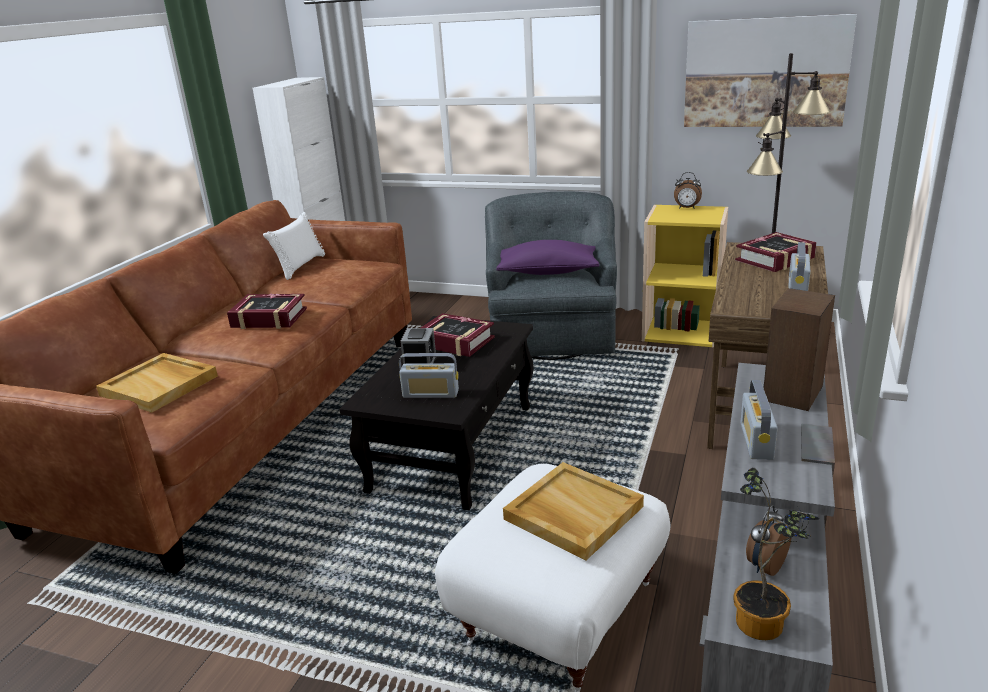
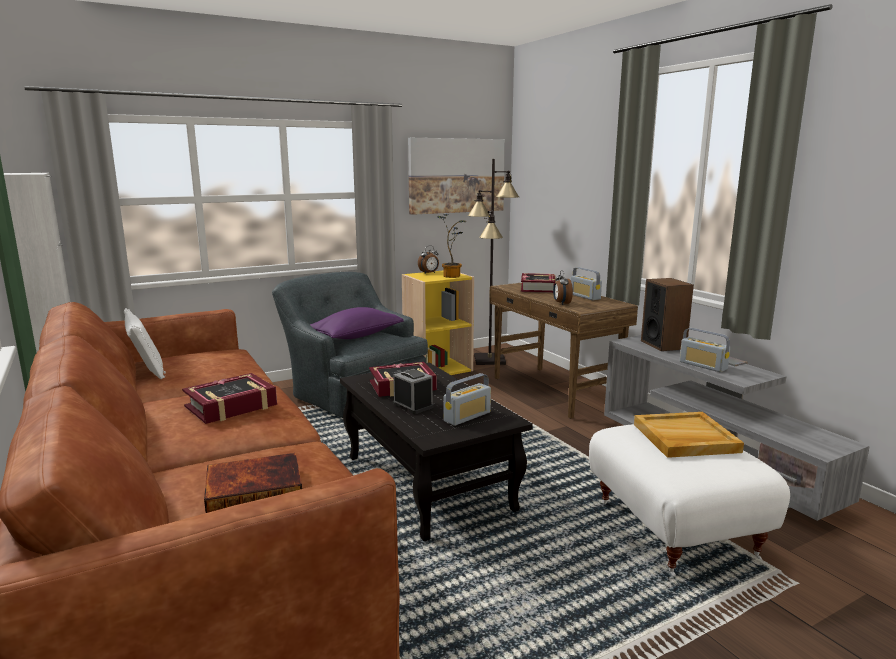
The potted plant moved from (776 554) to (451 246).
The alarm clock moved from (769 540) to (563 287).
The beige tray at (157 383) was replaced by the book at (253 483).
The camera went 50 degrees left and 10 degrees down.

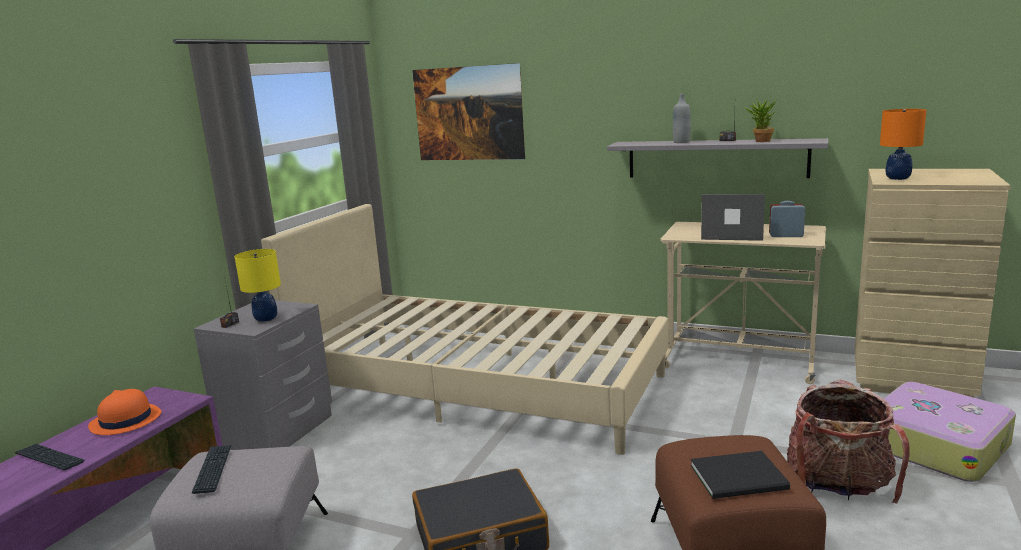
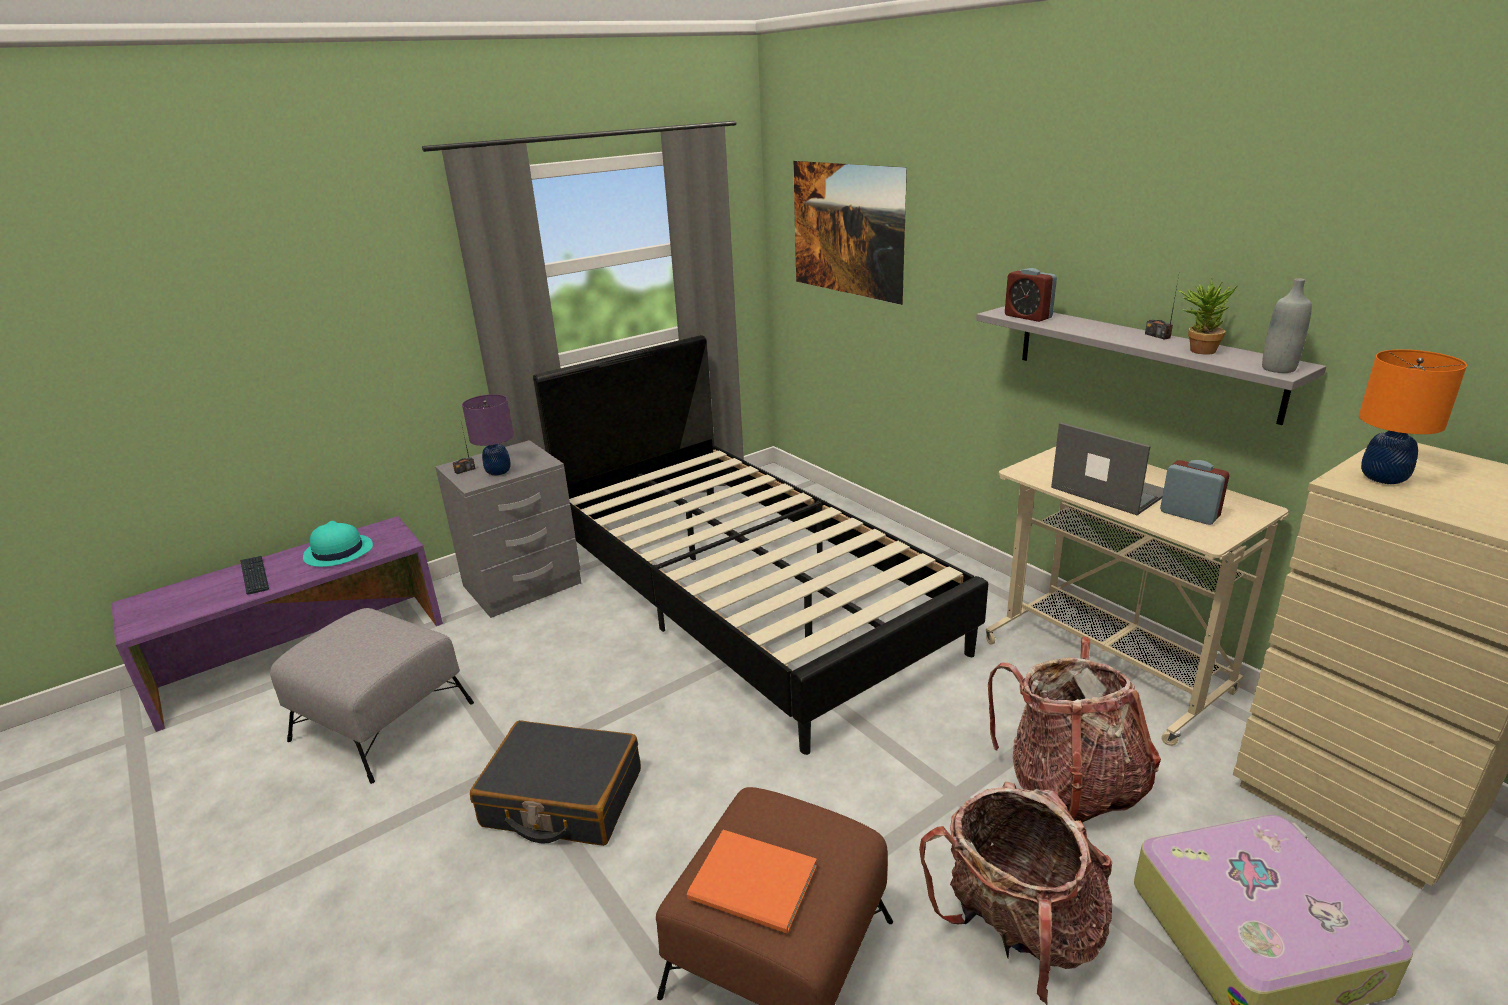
The keyboard at (212 469) disappeared.
The backpack at (1074 730) appeared.
The alarm clock at (1031 295) appeared.
The grey bottle moved from (682 118) to (1287 325).
The orange hat at (125 412) became the turquoise hat at (338 544).
The yellow table lamp at (258 285) became the purple table lamp at (488 435).
The beige bed at (464 329) became the black bed at (760 545).
The black book at (740 475) became the orange book at (752 882).
The camera went 30 degrees right and 10 degrees up.

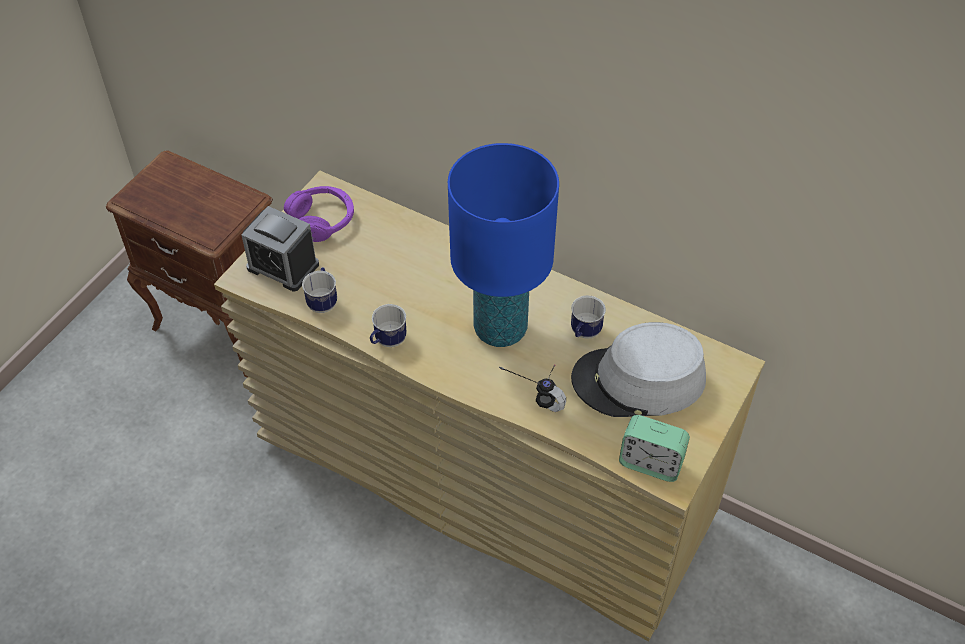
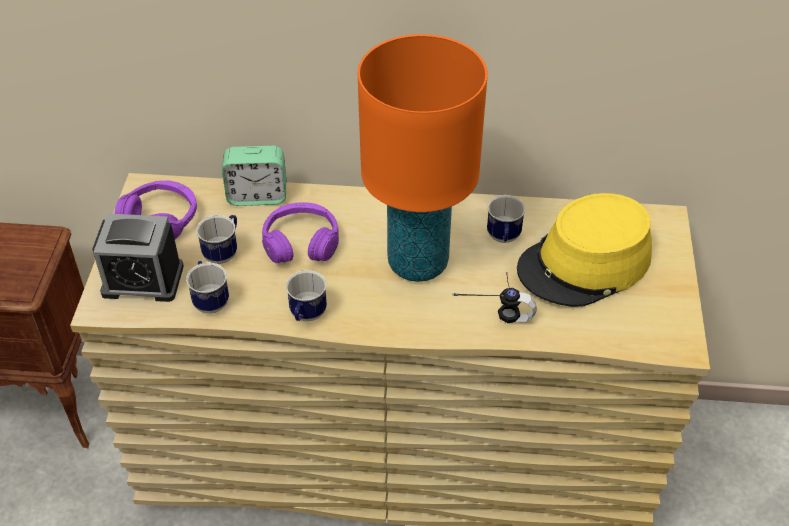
The mug at (216 239) appeared.
The purple headphones at (300 232) appeared.
The alarm clock moved from (654 448) to (254 176).
The blue table lamp at (503 245) became the orange table lamp at (423 158).
The grey hat at (638 369) became the yellow hat at (584 250).
The camera went 25 degrees left and 5 degrees down.

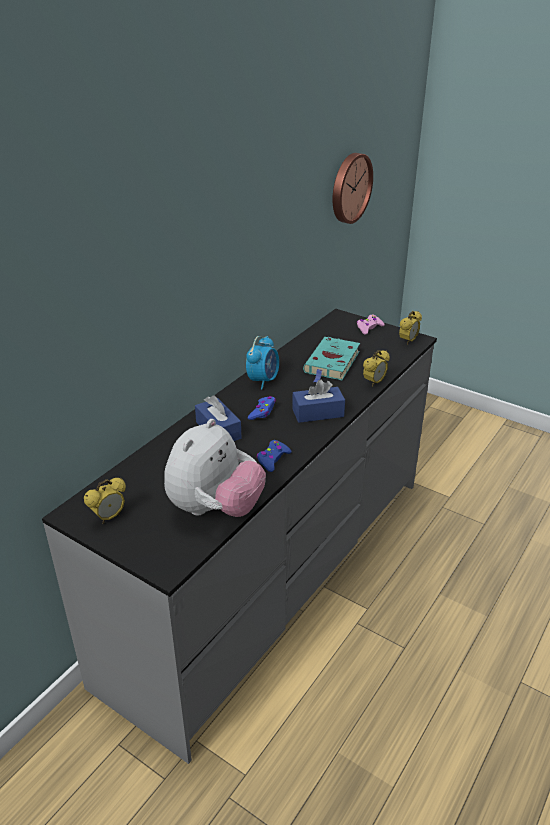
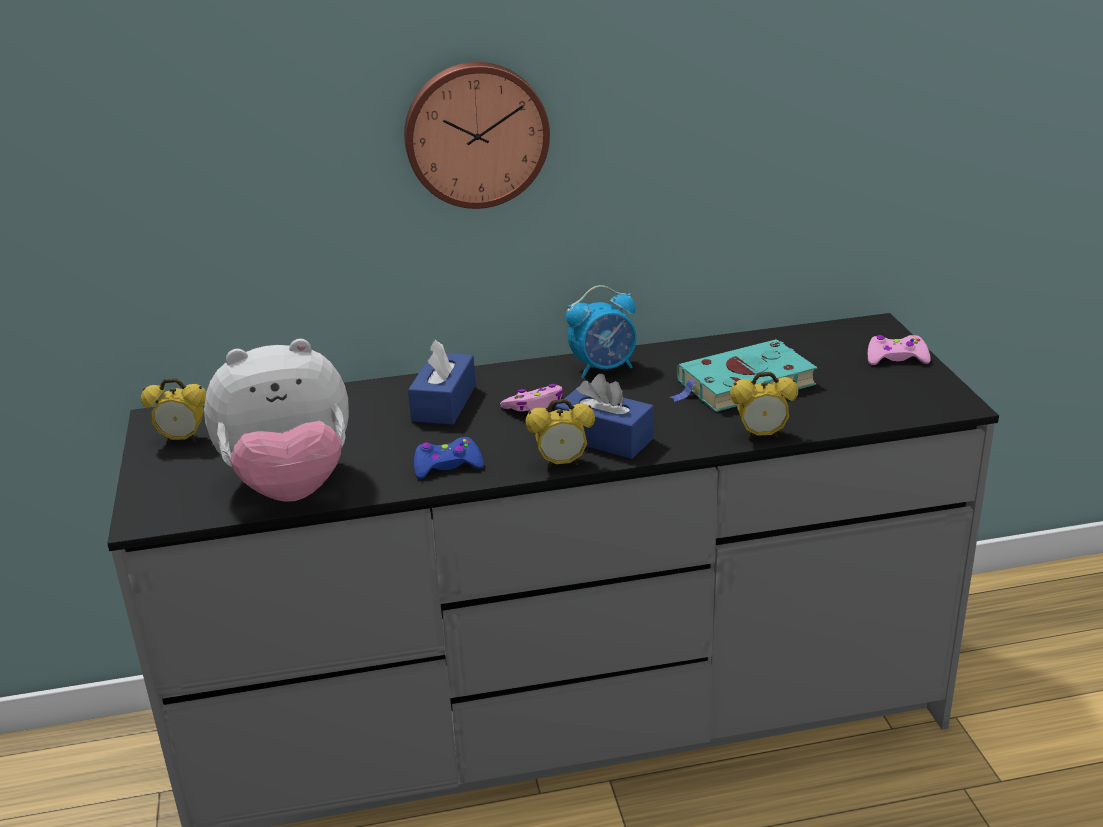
The wall clock moved from (353 188) to (477 135).
The alarm clock moved from (410 328) to (560 433).
The blue game controller at (262 408) became the pink game controller at (531 397).
The camera went 45 degrees right and 5 degrees down.

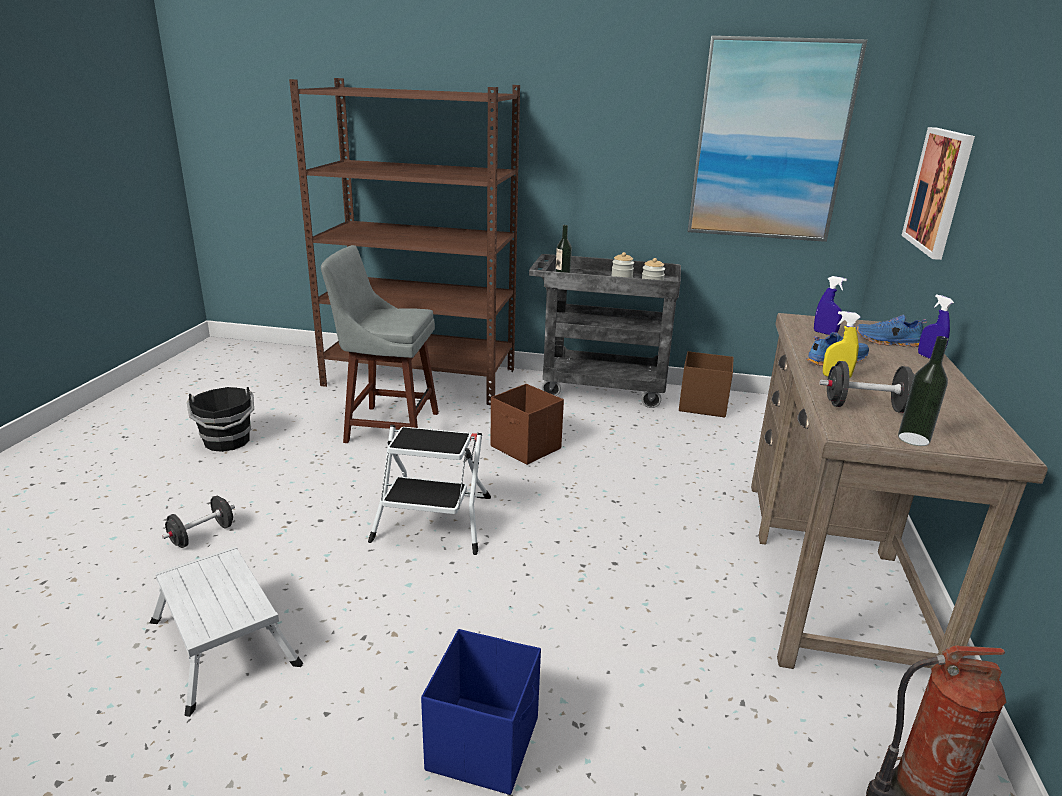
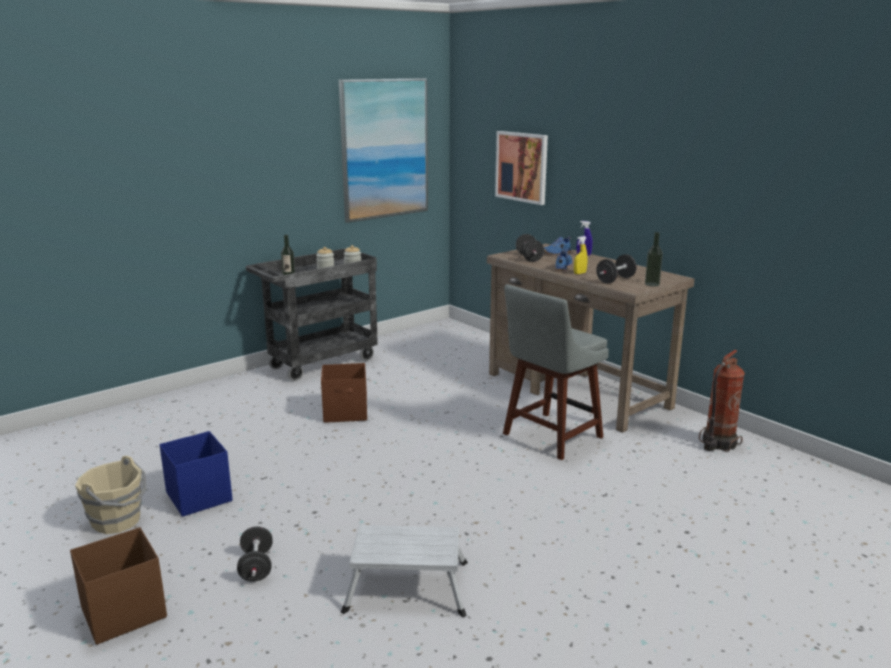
The brown bookcase at (404 241) disappeared.
The step ladder at (429 490) disappeared.
The grey chair moved from (380 344) to (556 372).
The blue storage box moved from (481 712) to (195 474).
The brown storage box moved from (706 384) to (118 586).
The blue spray bottle at (830 305) was replaced by the black dumbbell at (530 248).
The black bucket at (220 419) became the beige bucket at (110 495).
The camera went 50 degrees left and 5 degrees down.

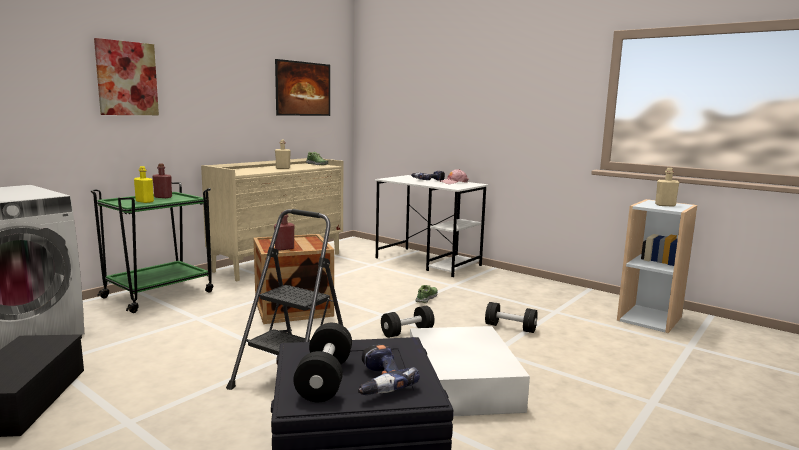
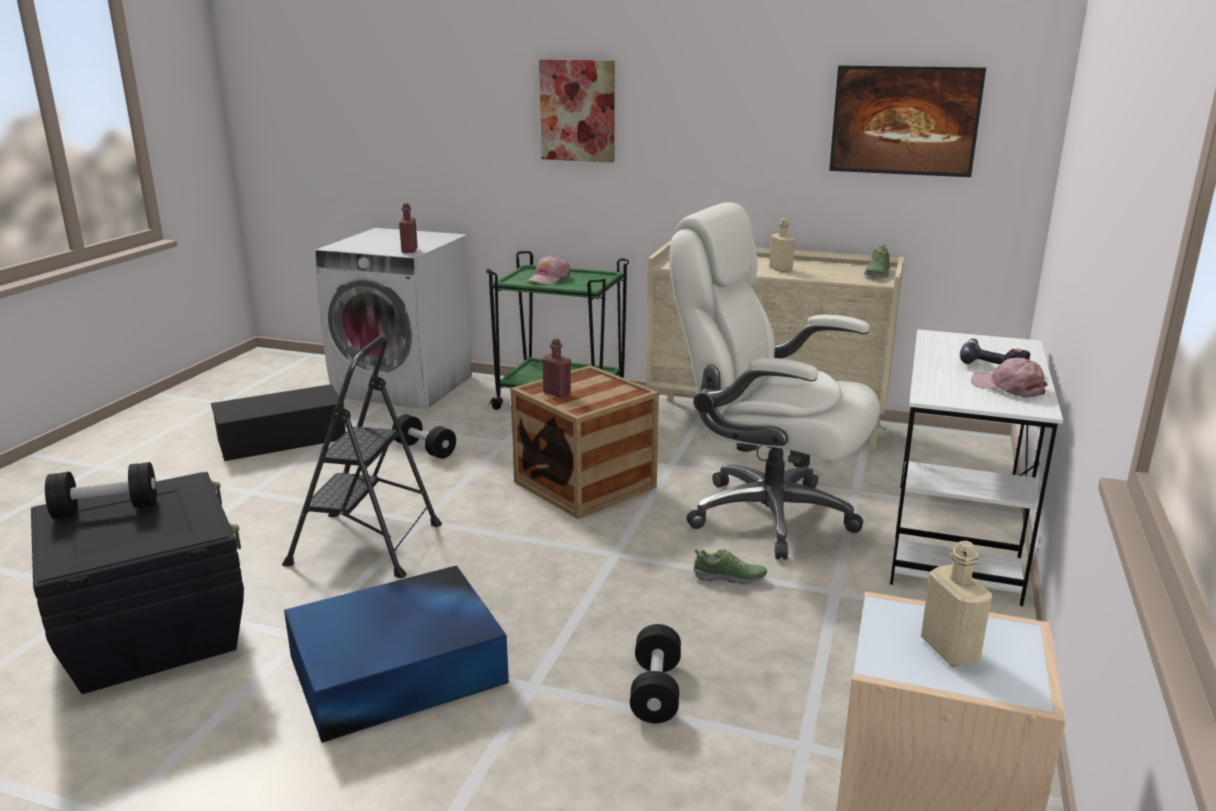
The power drill at (389 369) disappeared.
The white office chair at (774 381) appeared.
The red bottle moved from (162 180) to (408 228).
The black dumbbell moved from (408 322) to (424 436).
The yellow bottle at (144 184) was replaced by the pink cap at (549 270).
The white storage box at (470 371) became the blue storage box at (396 654).
The camera went 70 degrees right and 10 degrees up.

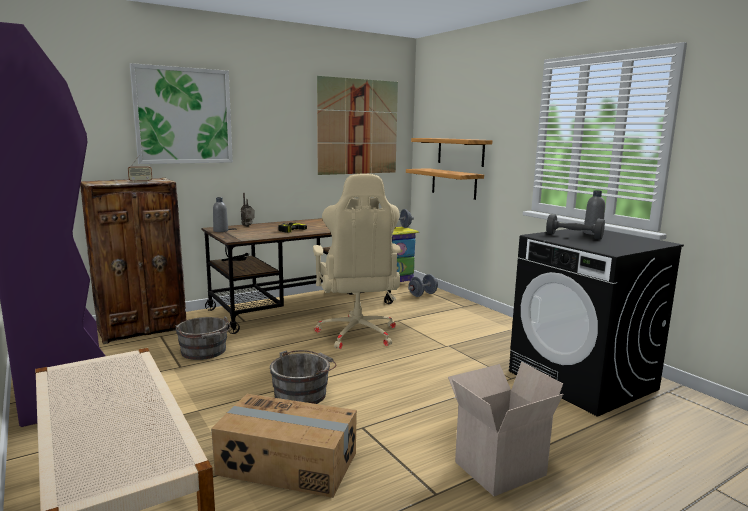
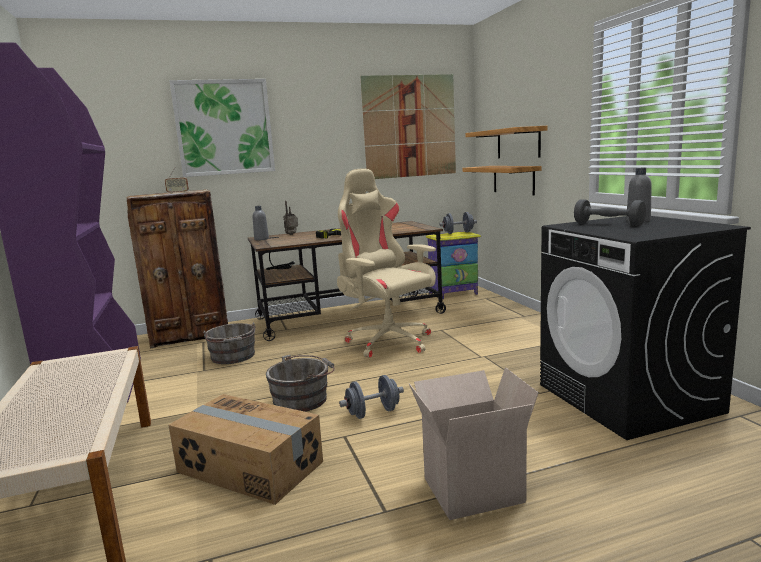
The grey dumbbell moved from (423 285) to (371 397).
The beige office chair at (357 261) turned 135 degrees clockwise.
The camera went 15 degrees right and 0 degrees up.

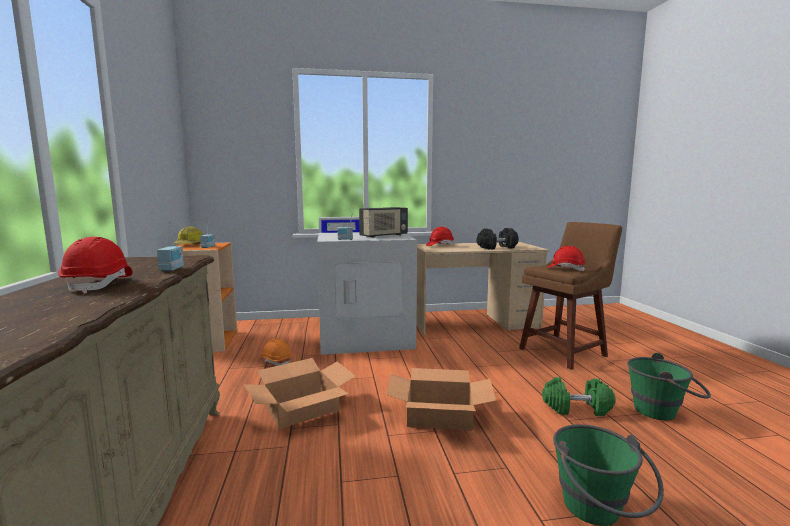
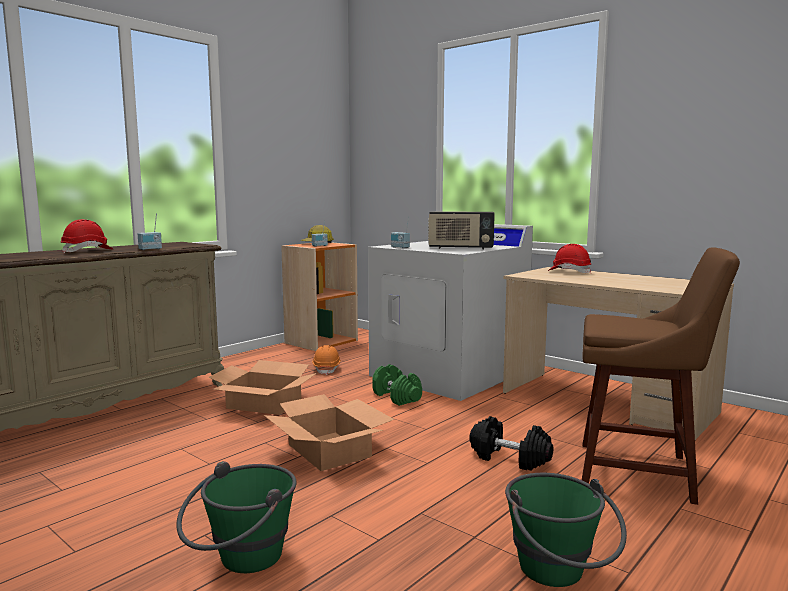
The red hard hat at (566 258) disappeared.
The black dumbbell moved from (497 238) to (511 443).
The green dumbbell moved from (579 396) to (397 385).
The camera went 50 degrees right and 0 degrees up.

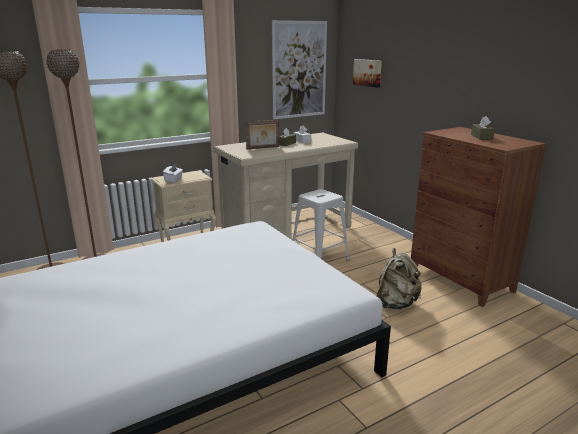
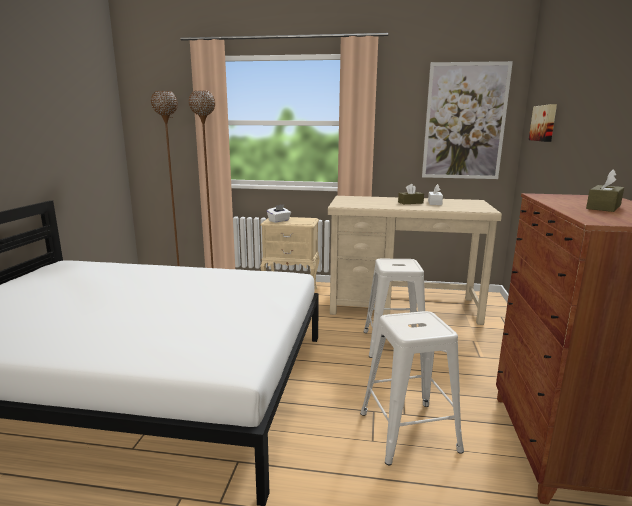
The picture frame at (262 134) disappeared.
The beige backpack at (399 278) was replaced by the white stool at (412 388).
The camera went 40 degrees right and 5 degrees down.

